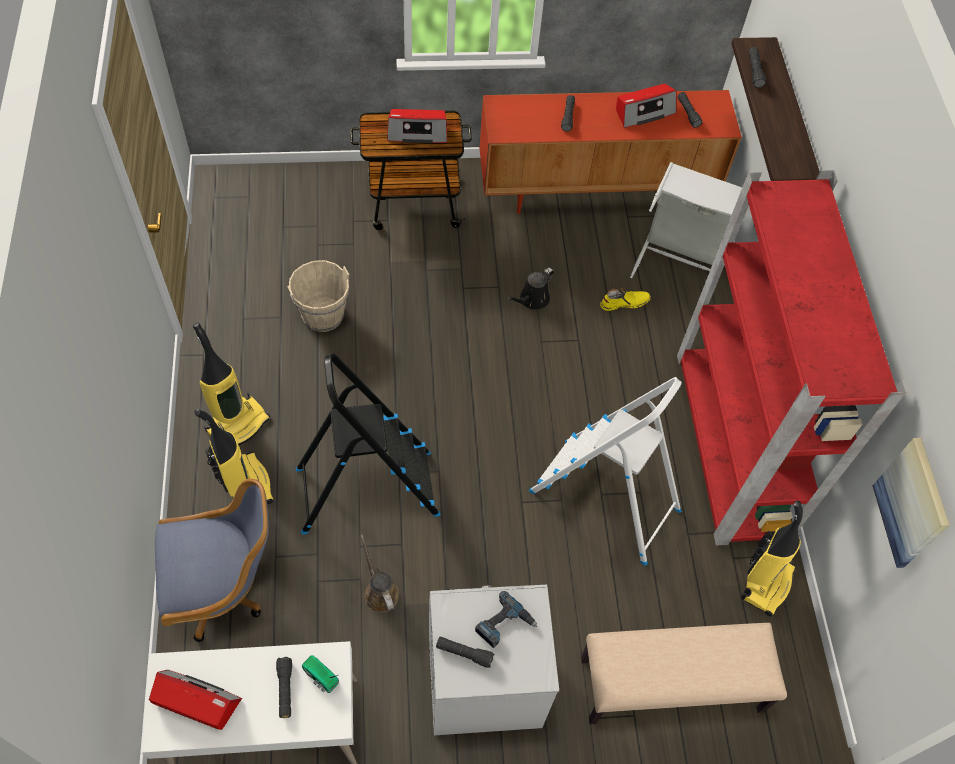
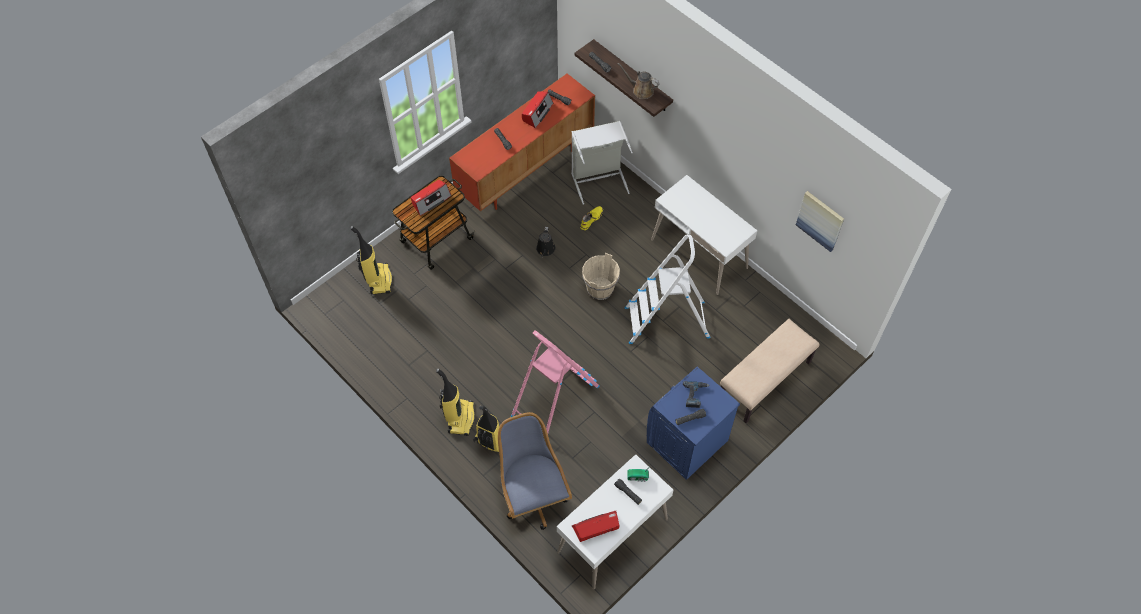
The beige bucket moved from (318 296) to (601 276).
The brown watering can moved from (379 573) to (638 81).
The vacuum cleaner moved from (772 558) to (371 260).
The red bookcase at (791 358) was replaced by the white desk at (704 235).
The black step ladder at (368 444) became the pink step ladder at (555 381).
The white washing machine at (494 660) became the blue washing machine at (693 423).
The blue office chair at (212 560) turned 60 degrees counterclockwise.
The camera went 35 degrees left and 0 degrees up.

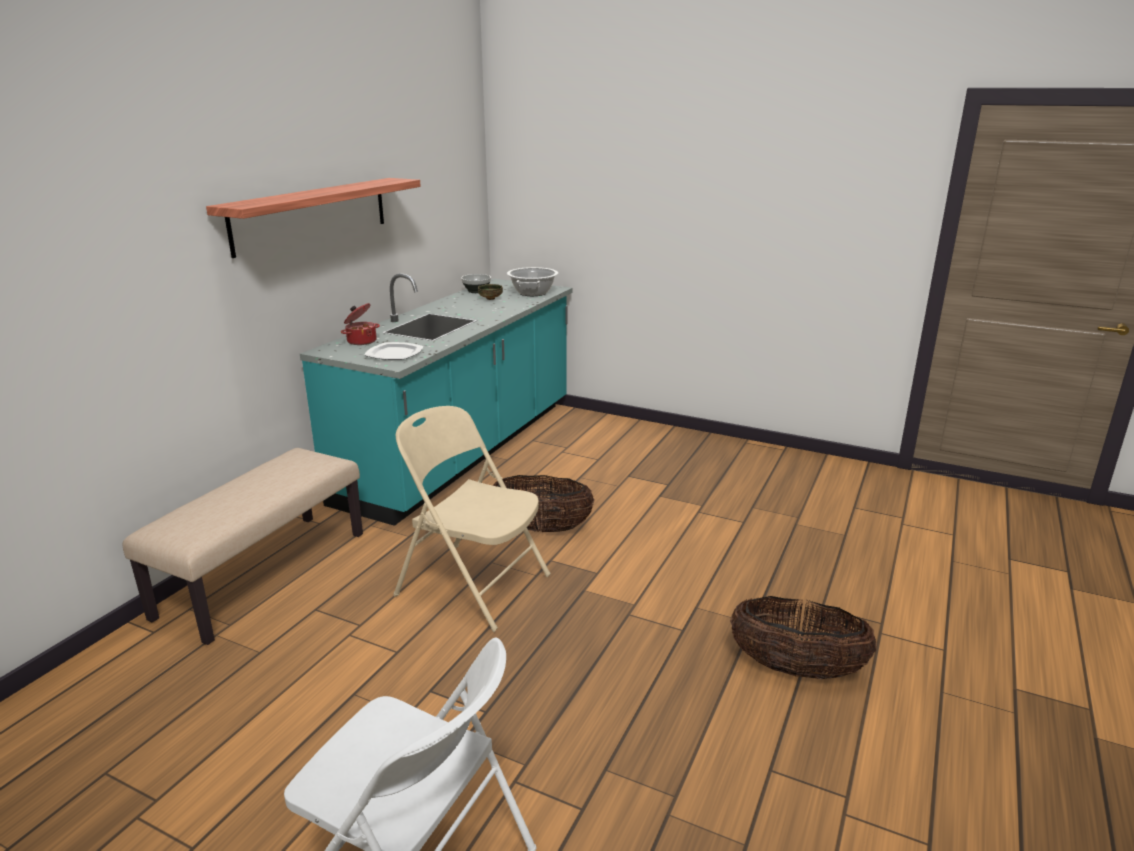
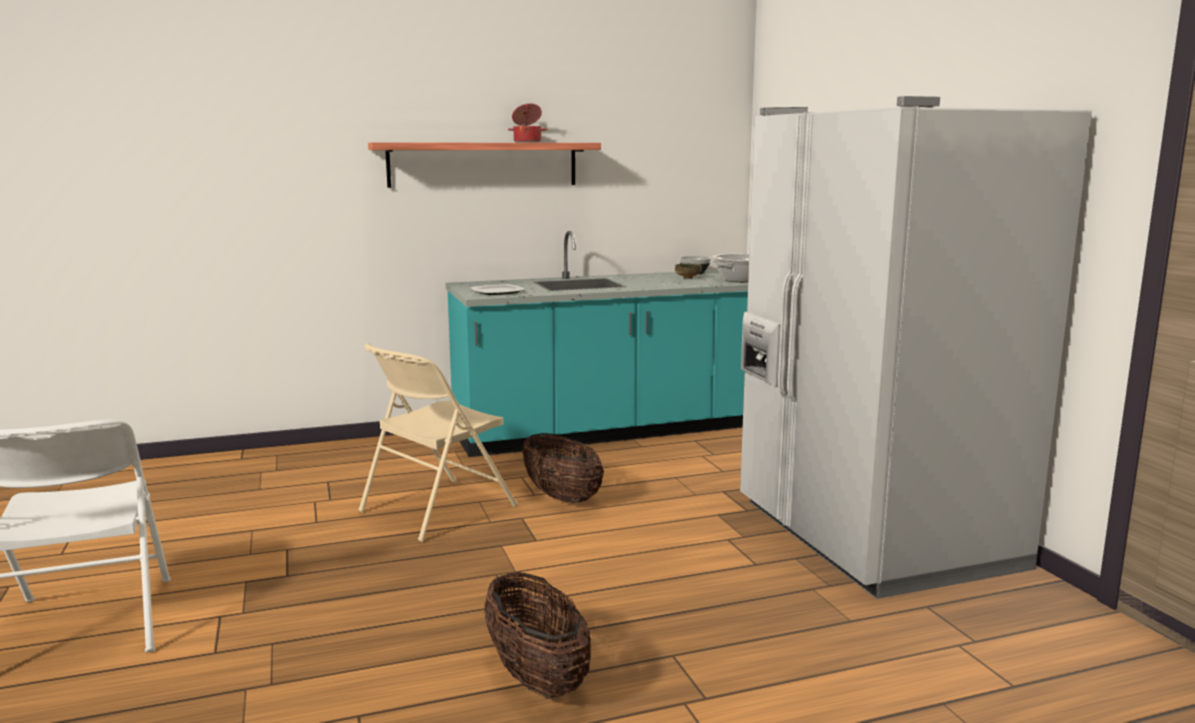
The beige bench at (242 546) disappeared.
The white fridge at (916 347) appeared.
The cooking pot moved from (360 324) to (527 123).
The beige chair at (472 519) turned 120 degrees counterclockwise.
The camera went 45 degrees right and 10 degrees down.

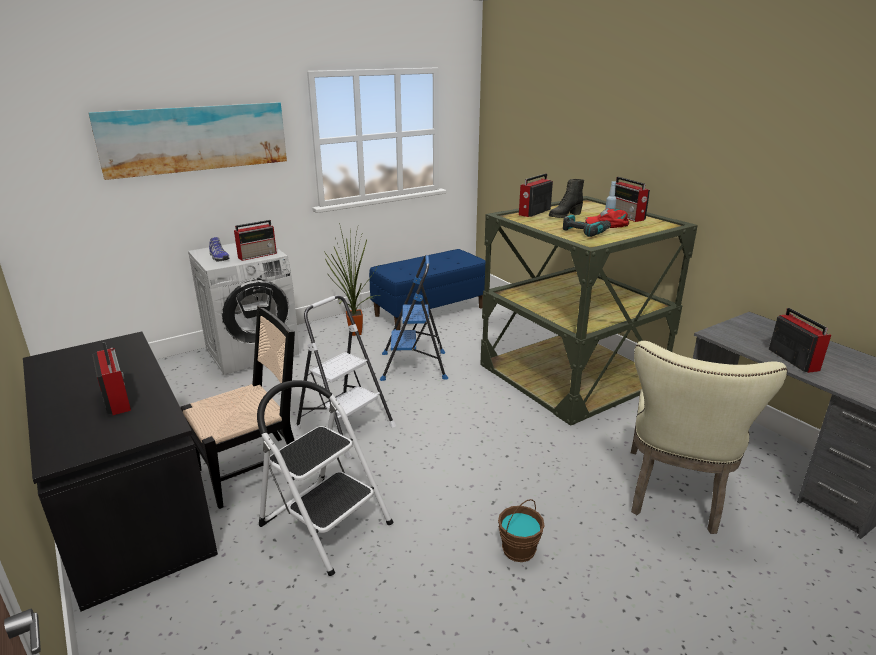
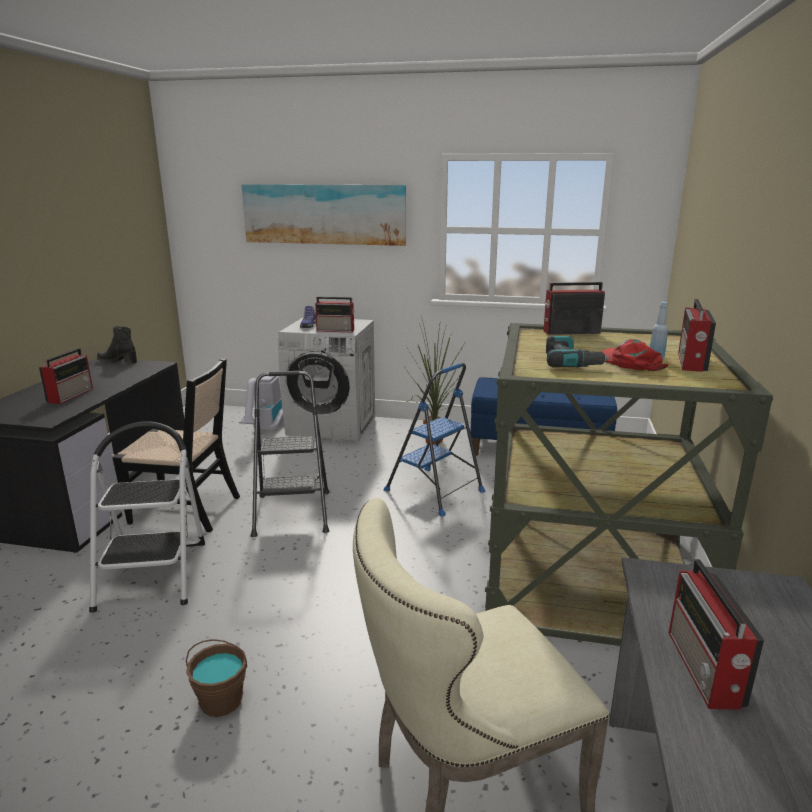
The vacuum cleaner at (261 403) appeared.
The black boot moved from (566 198) to (117 345).
The white step ladder at (345 376) became the black step ladder at (290 454).
The radio at (800 340) turned 150 degrees clockwise.
The camera went 45 degrees right and 5 degrees down.

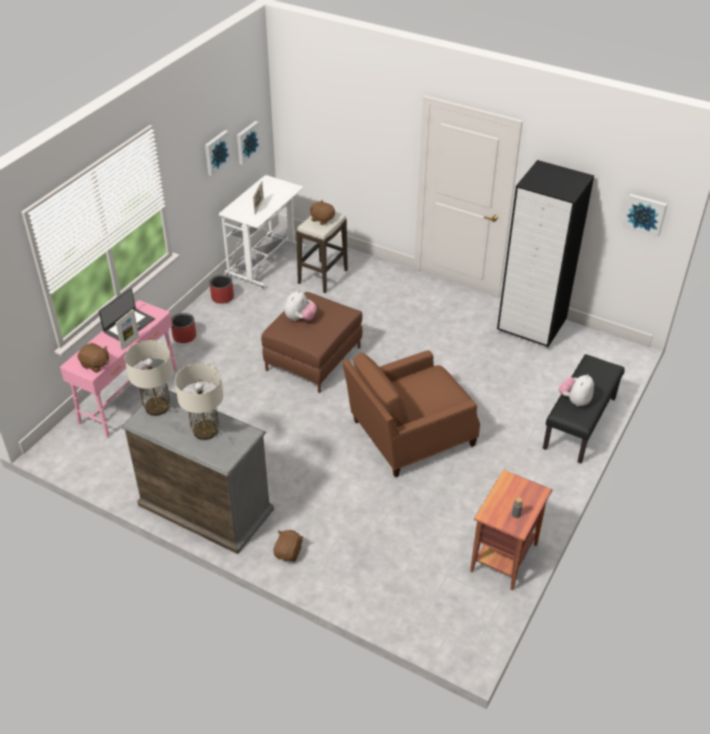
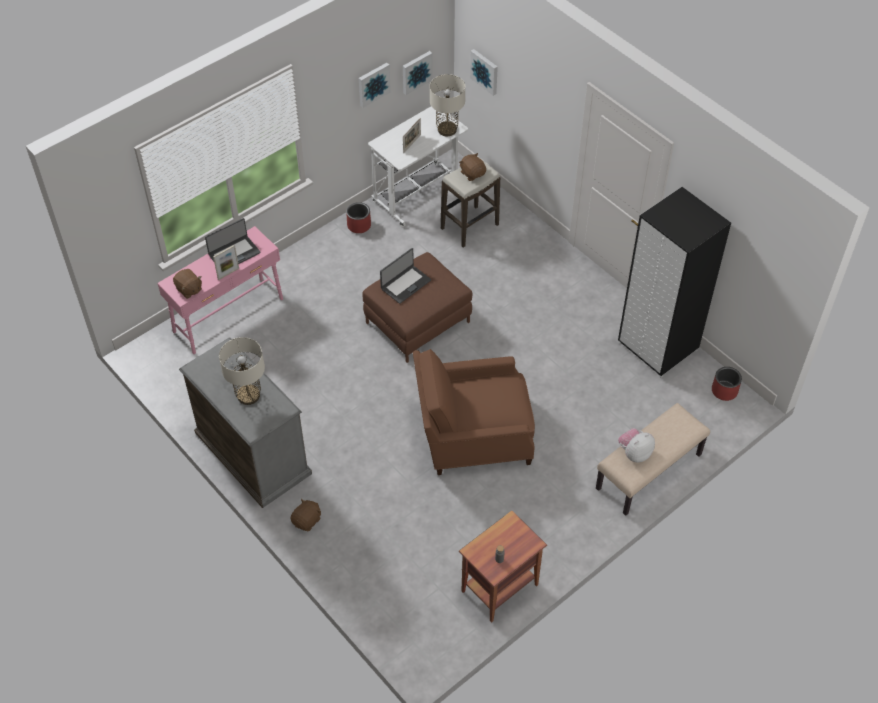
The table lamp moved from (149 378) to (447 105).
The red planter moved from (183 328) to (727 384).
The picture moved from (644 215) to (484 72).
The plush toy at (301 305) was replaced by the laptop at (405 276).
The black bench at (584 408) became the beige bench at (653 459).
The camera went 20 degrees right and 10 degrees up.

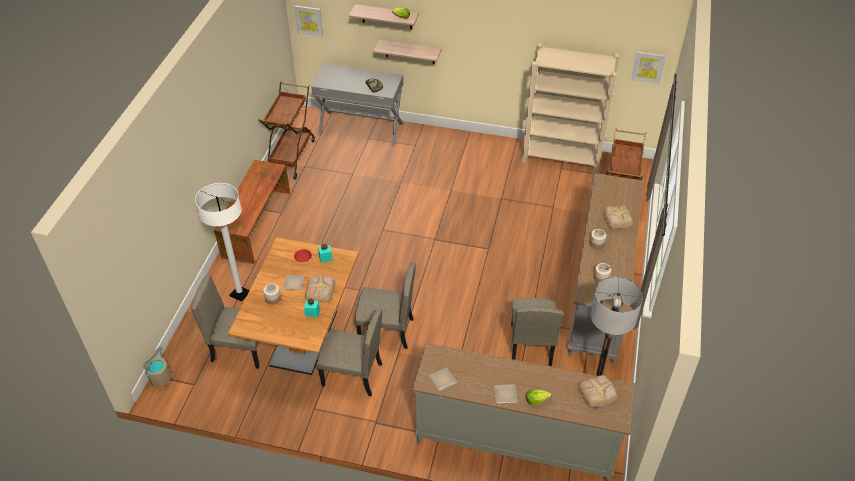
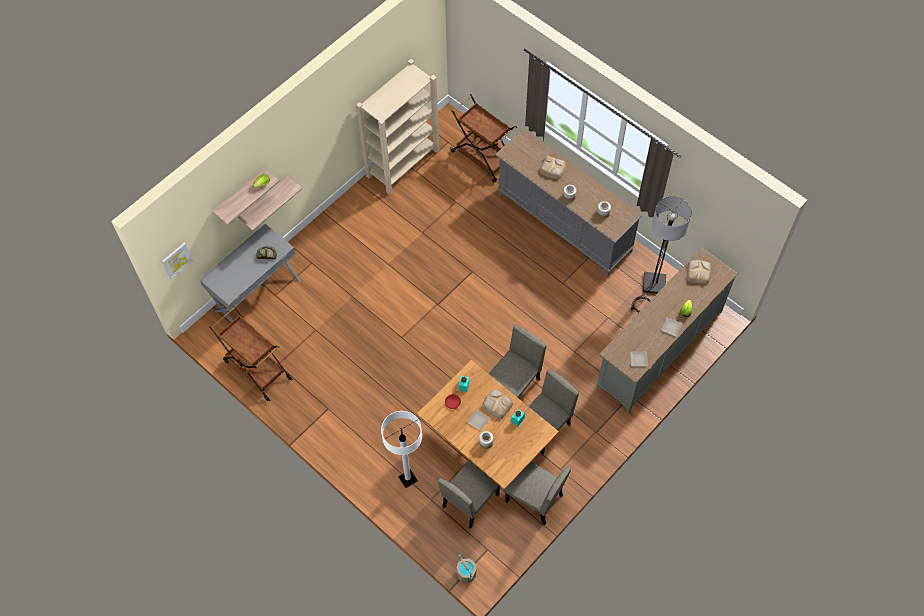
The brown bench at (252 212) disappeared.
The picture at (648 68) disappeared.
The beige chair moved from (537 332) to (537 493).
The camera went 60 degrees left and 15 degrees up.

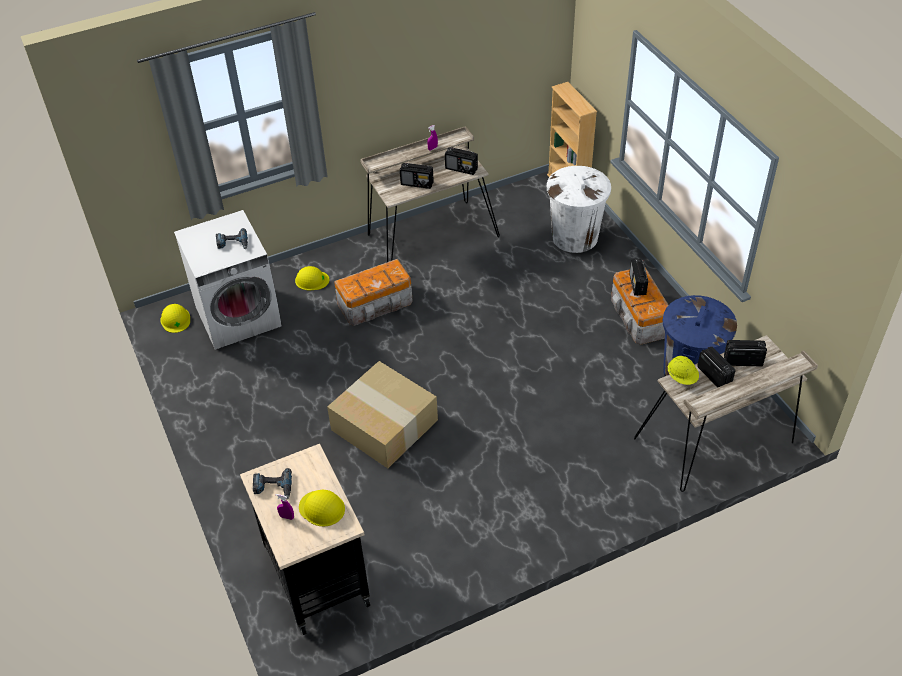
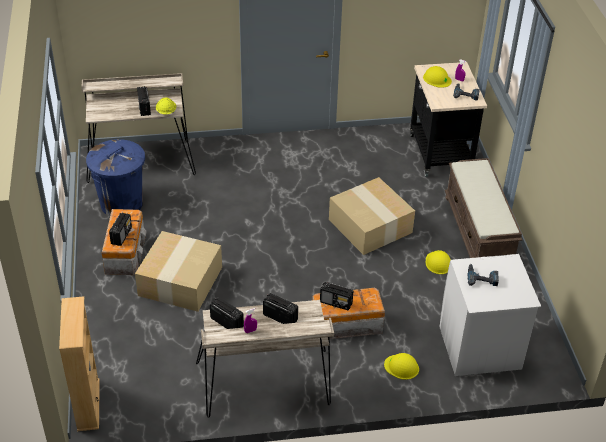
The white trash can at (579 209) disappeared.
The cardboard box at (178 271) appeared.
The brown bench at (483 208) appeared.
The yellow hard hat moved from (175 318) to (438 262).
The radio moved from (745 353) to (336 296).
The camera went 165 degrees left and 5 degrees down.

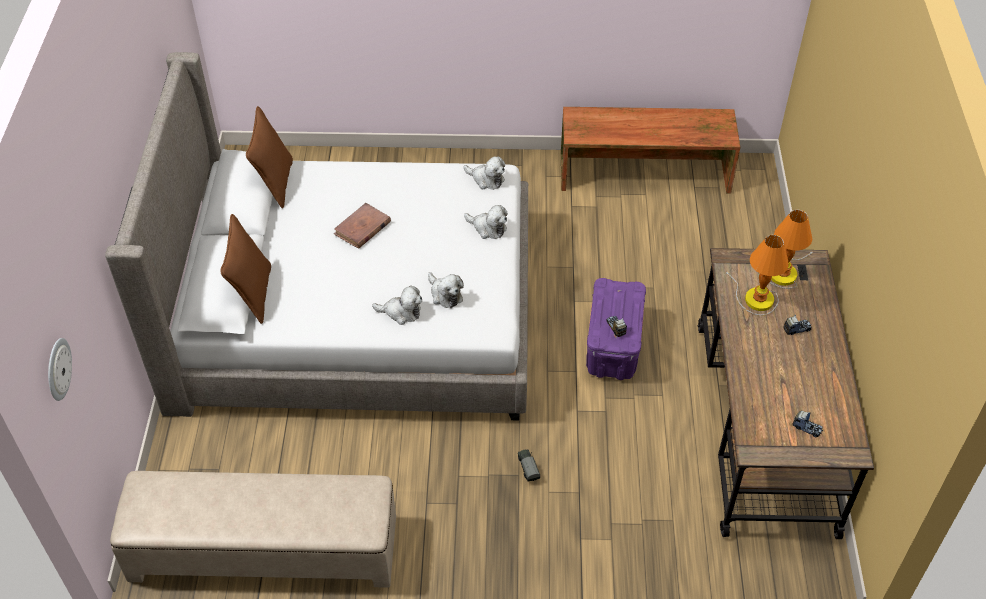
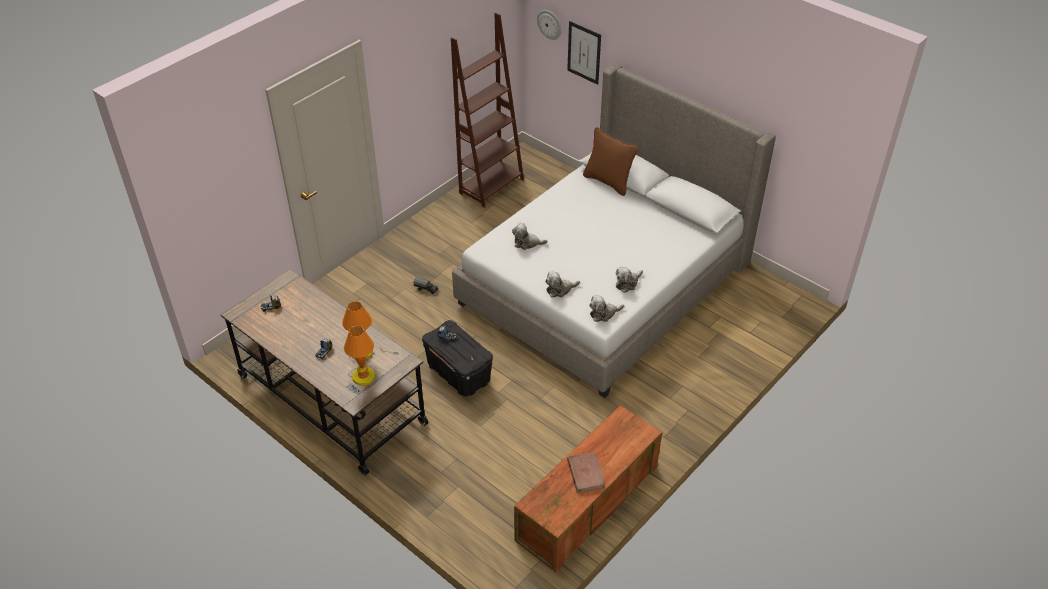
The brown pillow at (269 157) disappeared.
The picture at (584 53) appeared.
The brown book moved from (362 226) to (586 472).
The plush toy moved from (397 305) to (629 280).
The beige bench at (253 529) was replaced by the brown bookcase at (487 110).
The purple storage box at (616 329) became the black storage box at (457 358).
The camera went 130 degrees right and 5 degrees down.

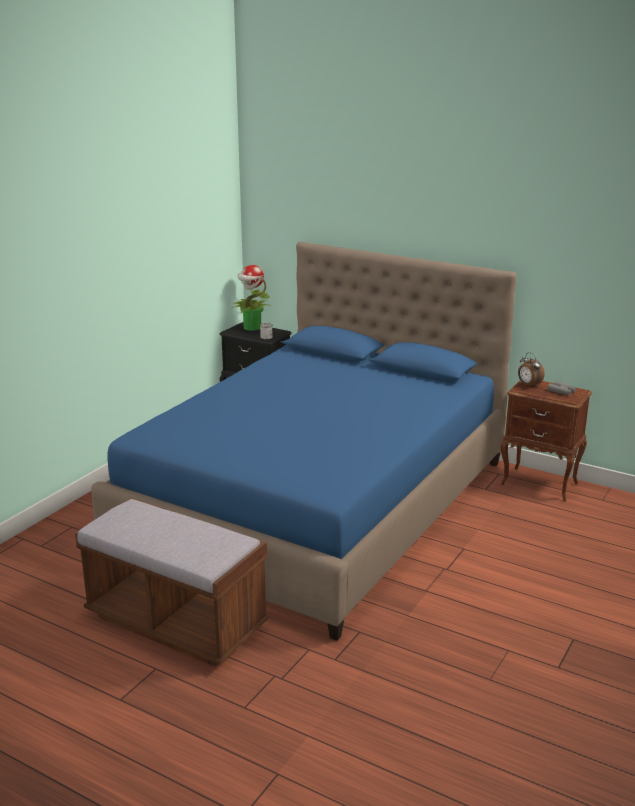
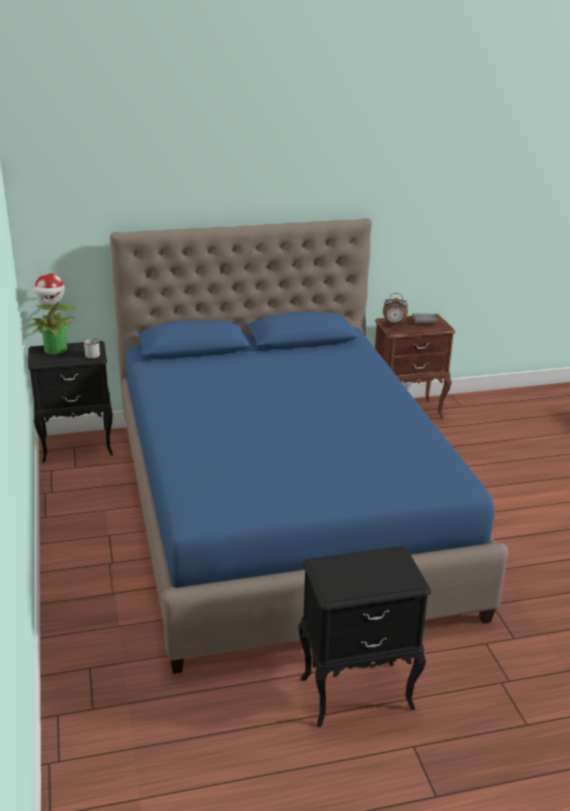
The brown bench at (172 582) was replaced by the black nightstand at (364 636).
The camera went 45 degrees left and 5 degrees up.

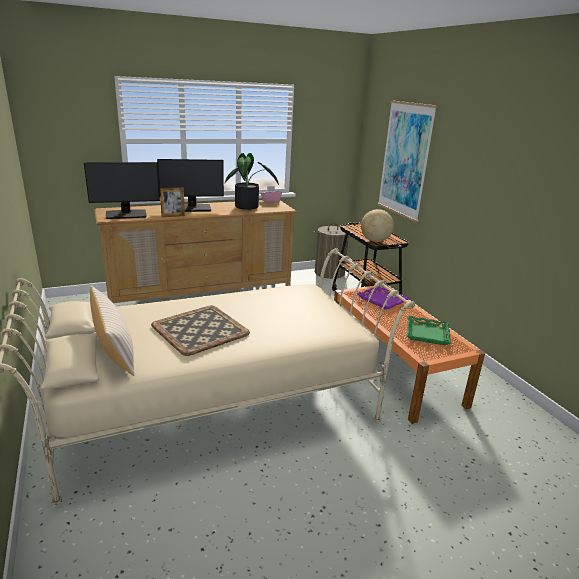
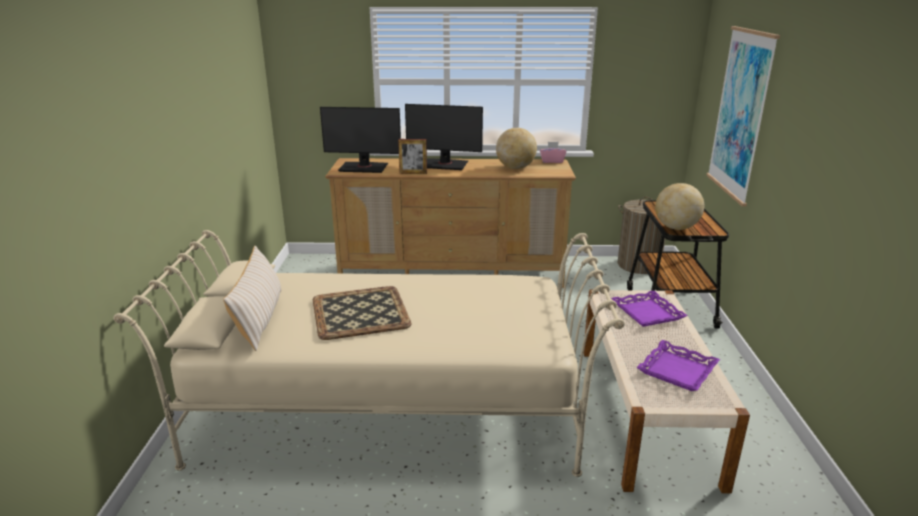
The potted plant at (252 181) was replaced by the globe at (516 148).
The orange bench at (409 354) became the beige bench at (666 391).
The green tray at (429 330) became the purple tray at (678 365).
The camera went 25 degrees right and 0 degrees up.

